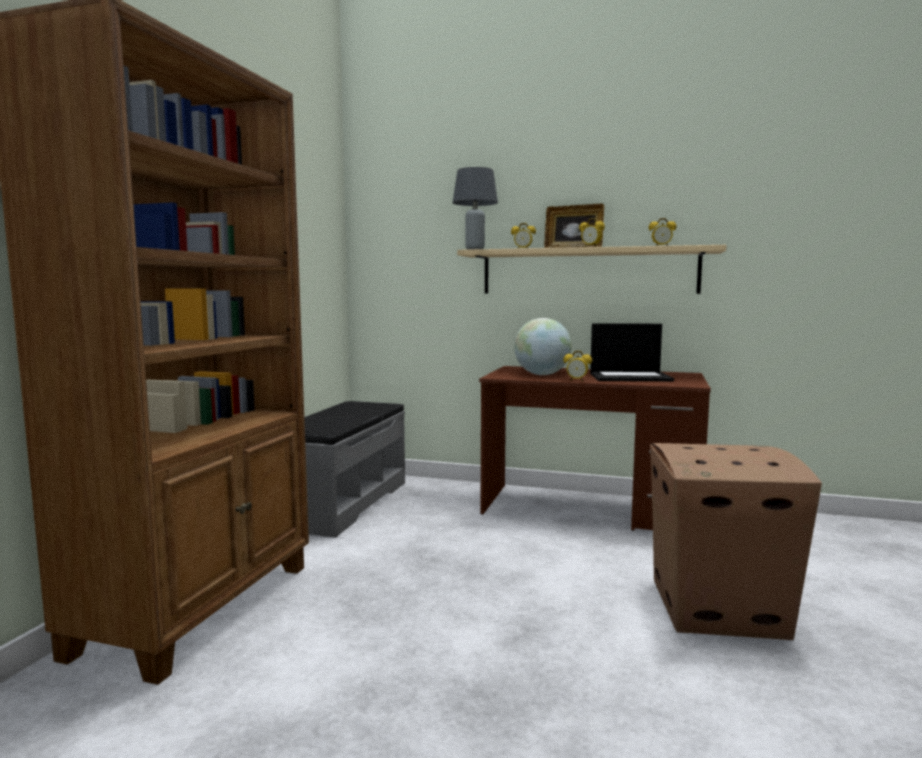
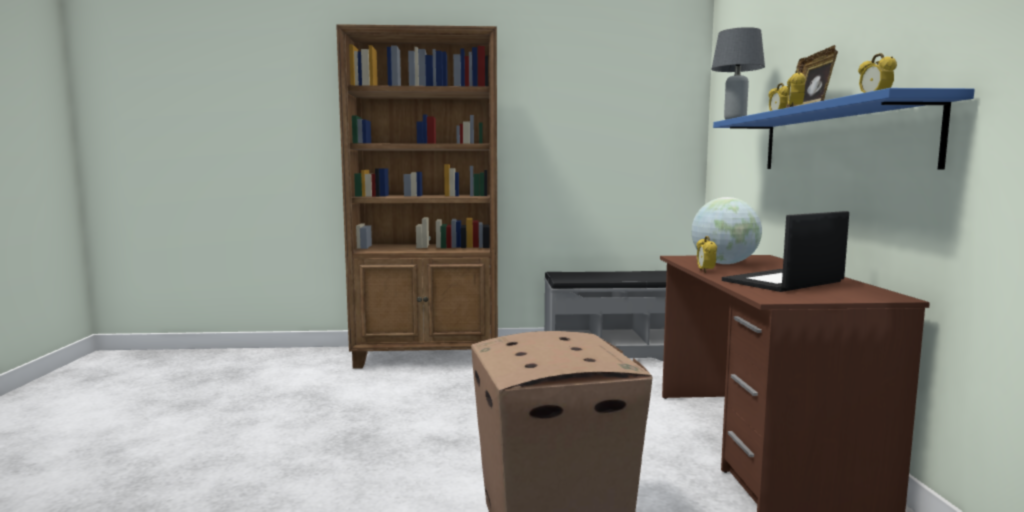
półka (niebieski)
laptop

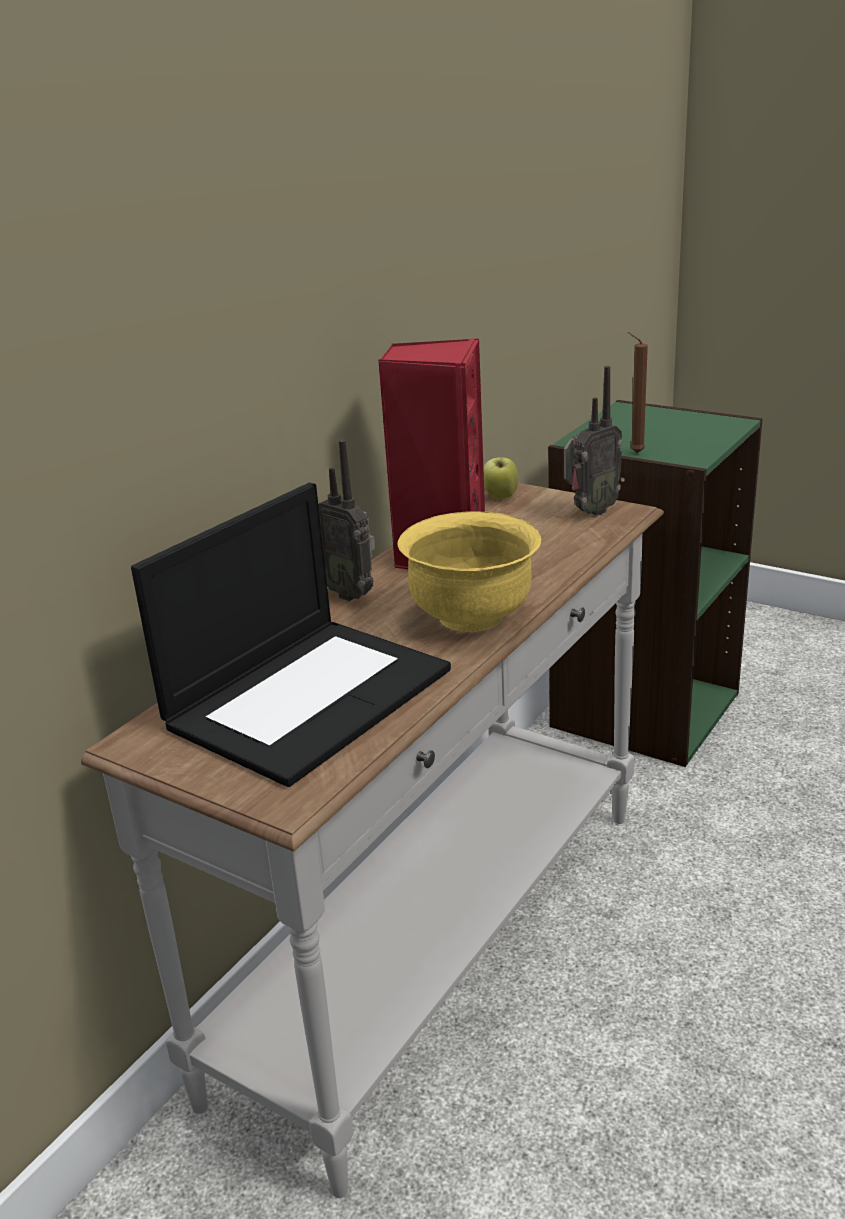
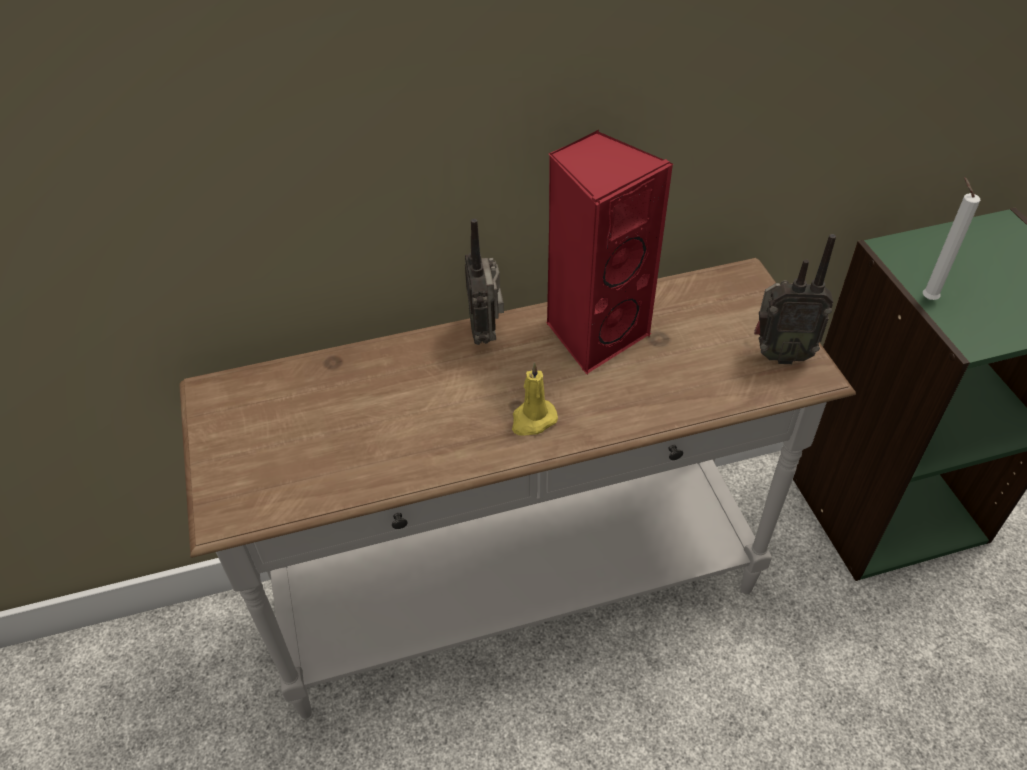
świeca (biały)
jabłko
laptop
świeca (żółty)

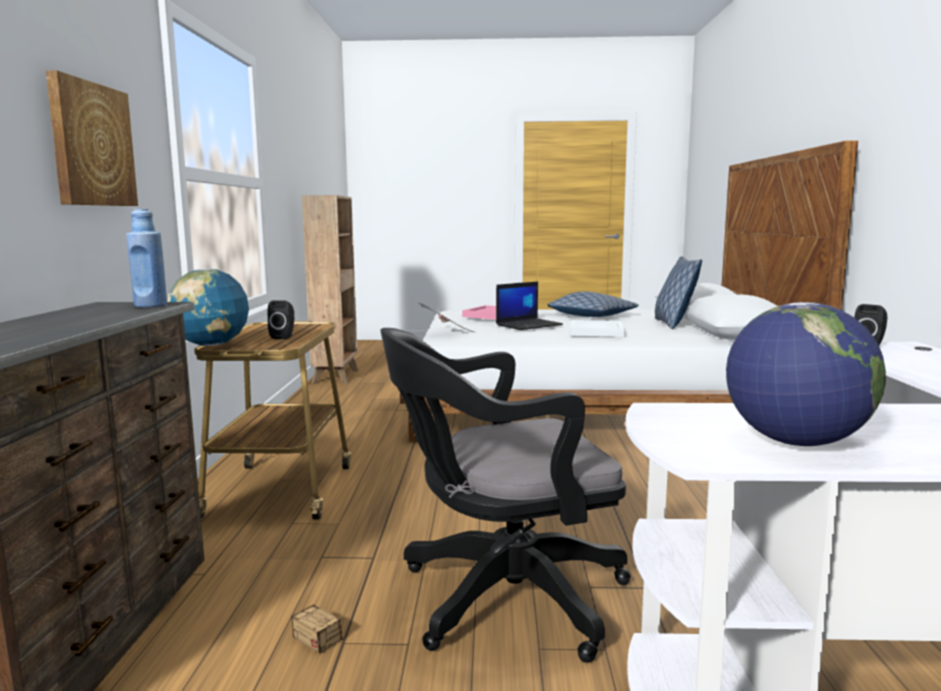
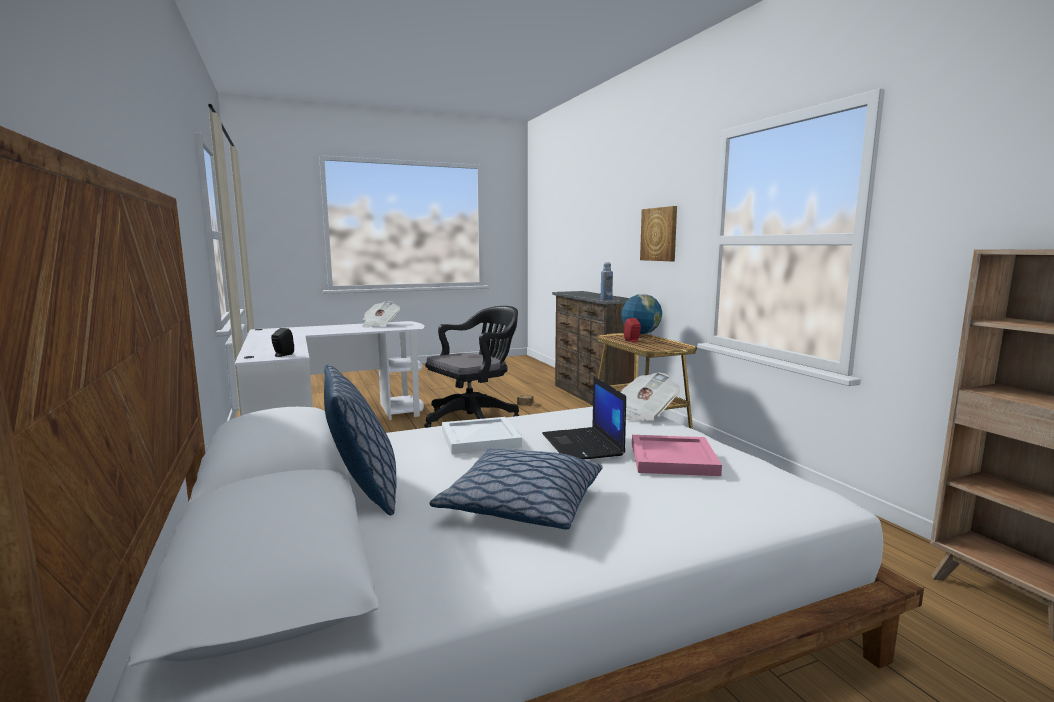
laptop
głośnik (czerwony)
gazeta (1st from left)

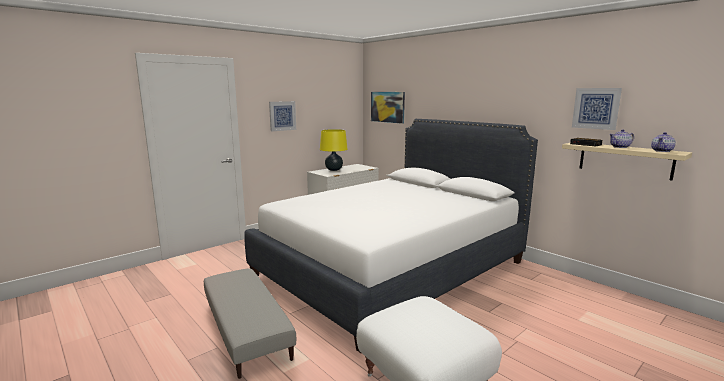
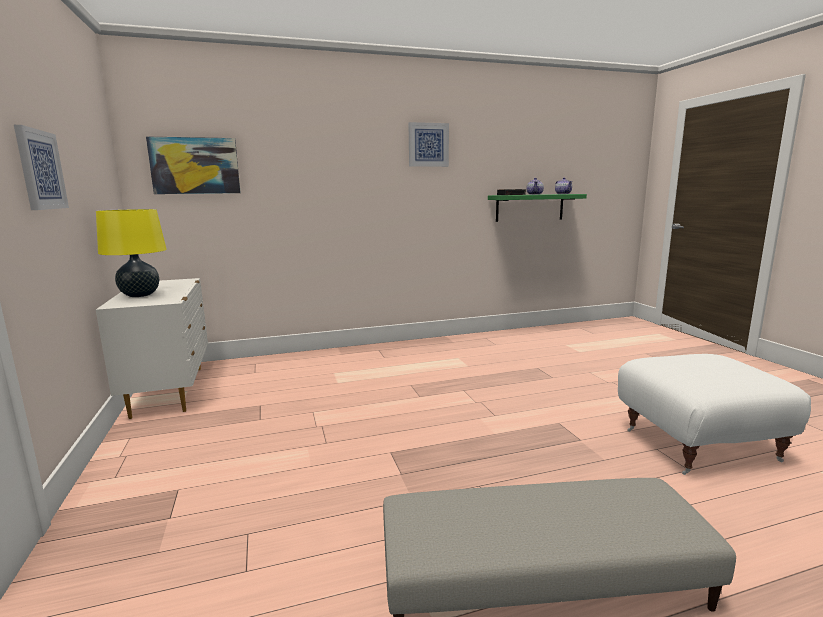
obraz (3rd from left)
łóżko (biały)
półka (zielony)

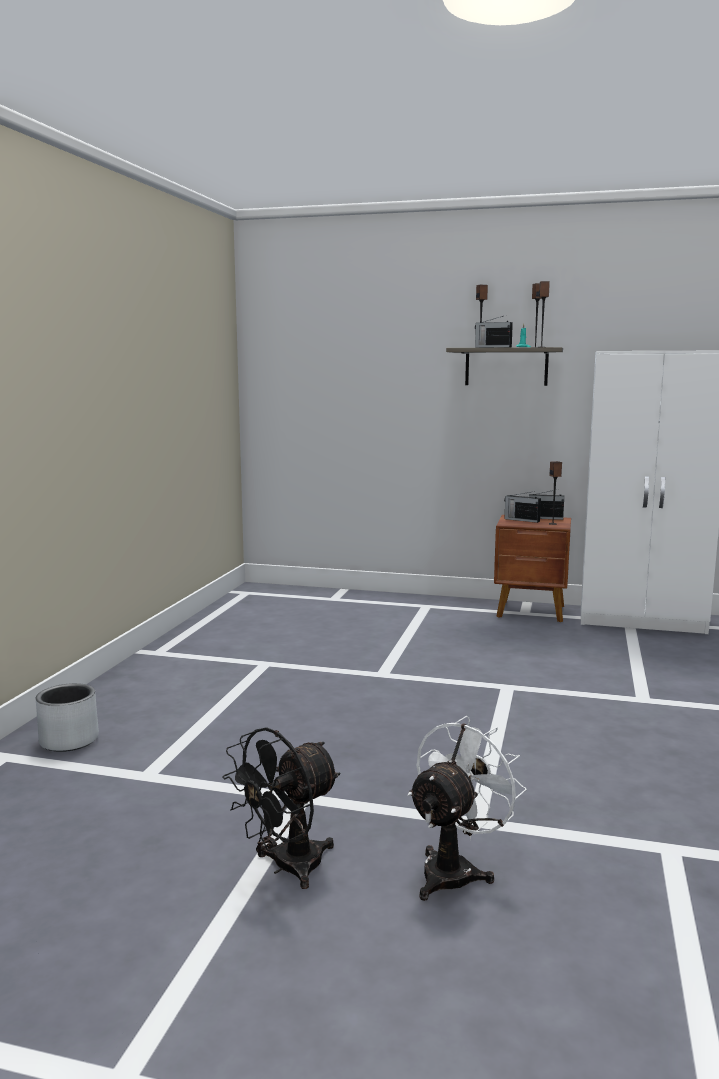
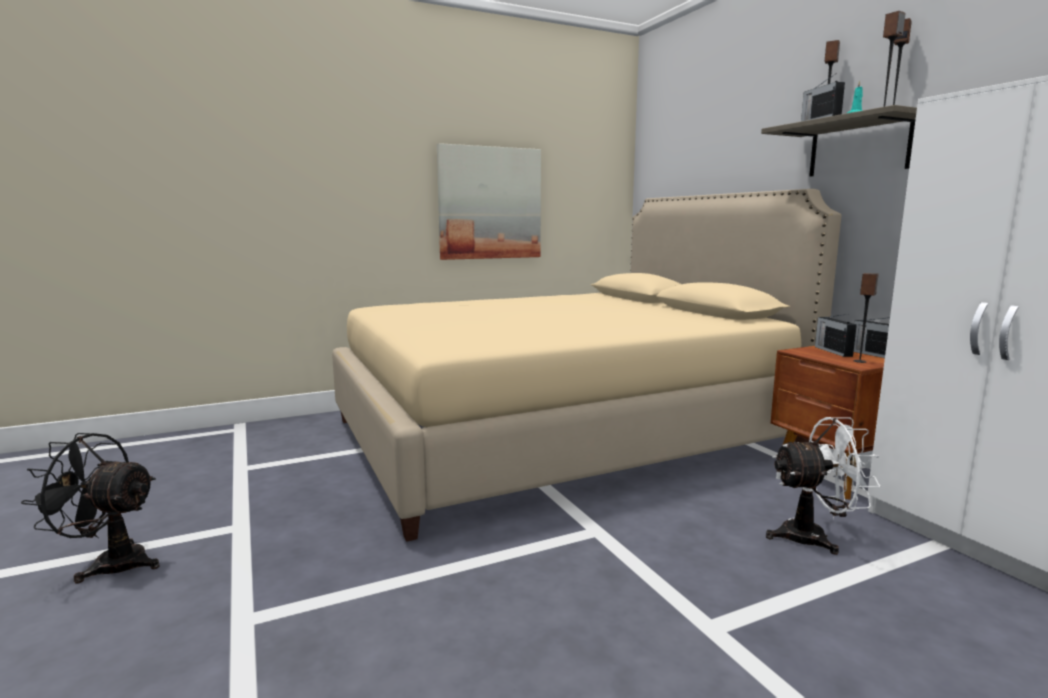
donica (szary)
wentylator (biały)
obraz
łóżko (beżowy)

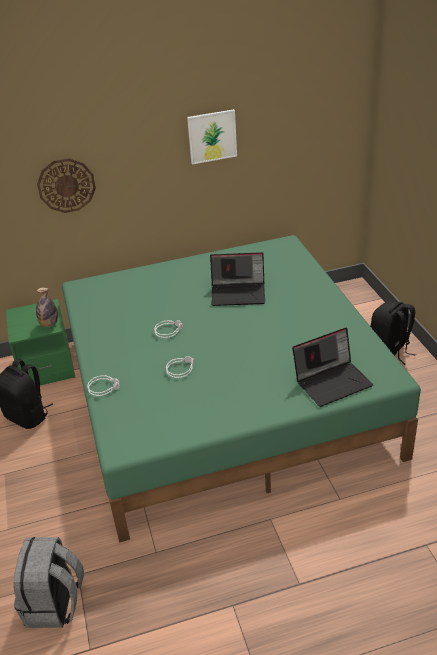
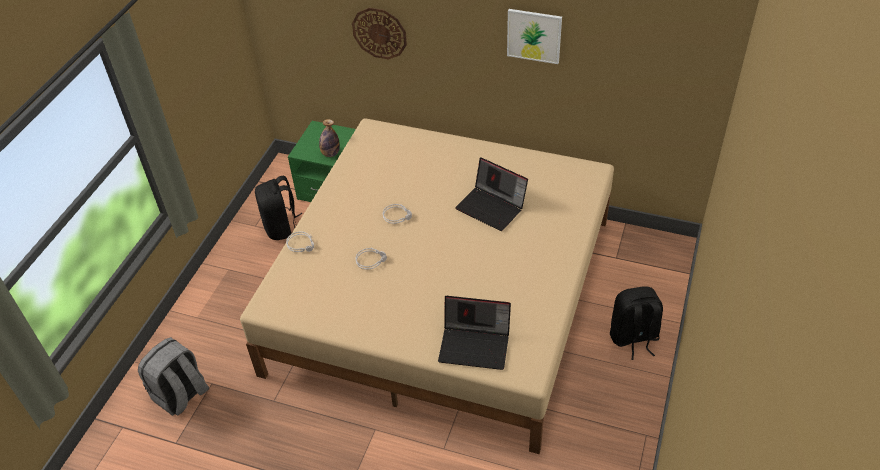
łóżko (beżowy)

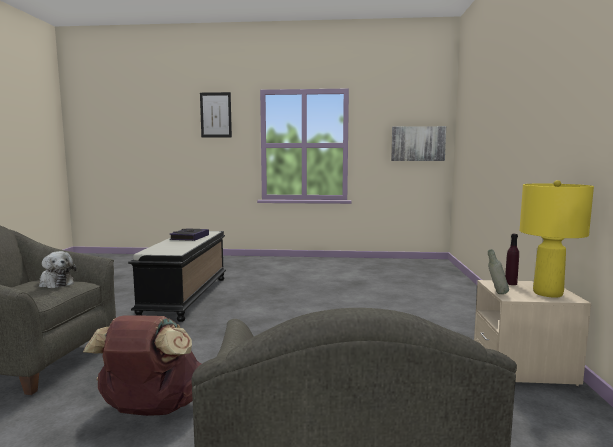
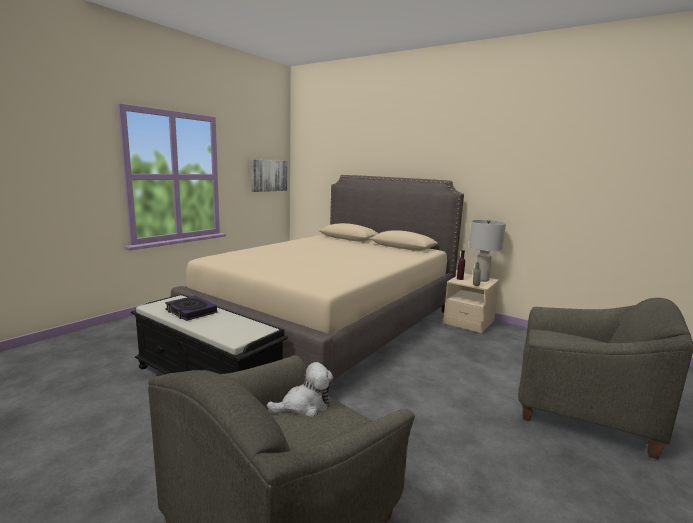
obraz (1st from left in the first image)
lampa stołowa (szary)
plecak (brązowy)
łóżko (beżowy)

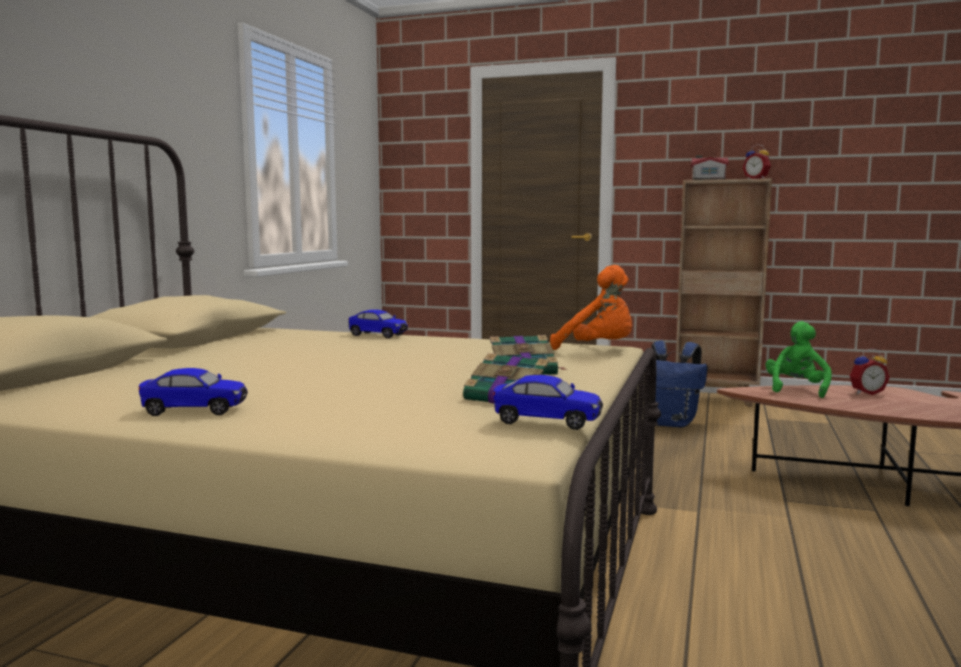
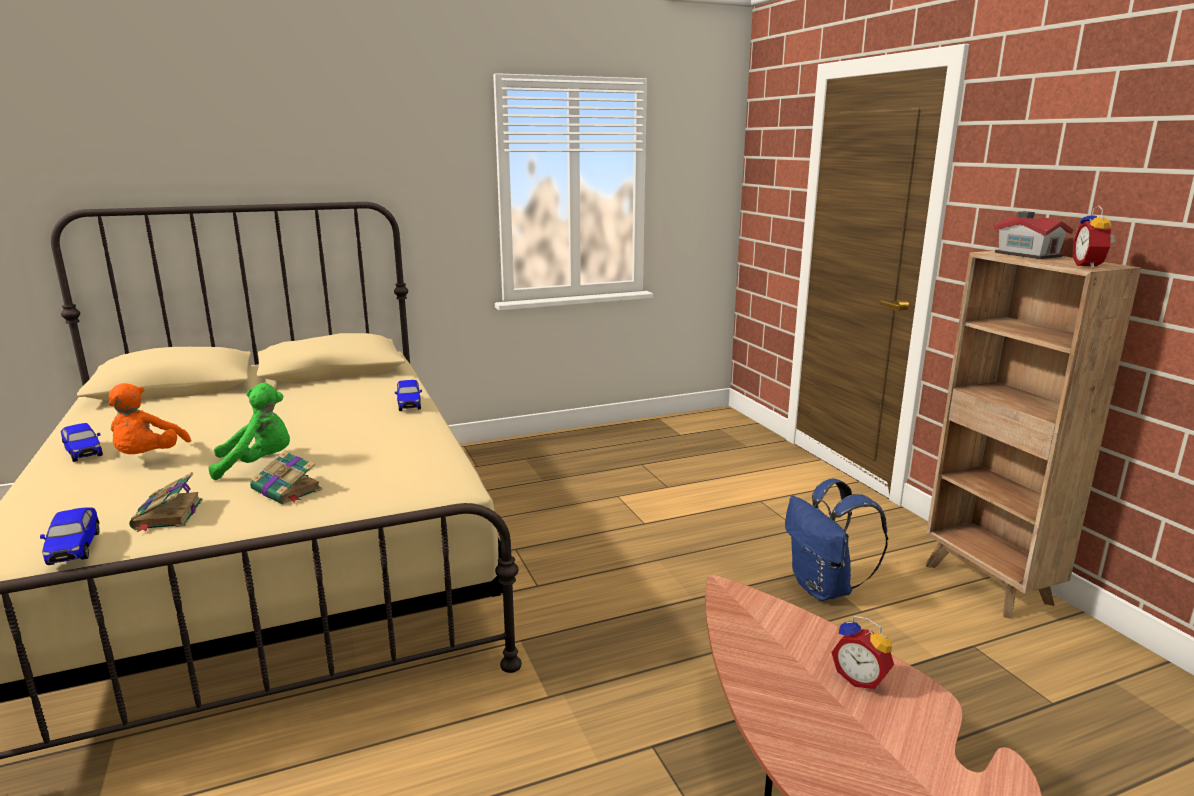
pluszak (pomarańczowy)
pluszak (zielony)

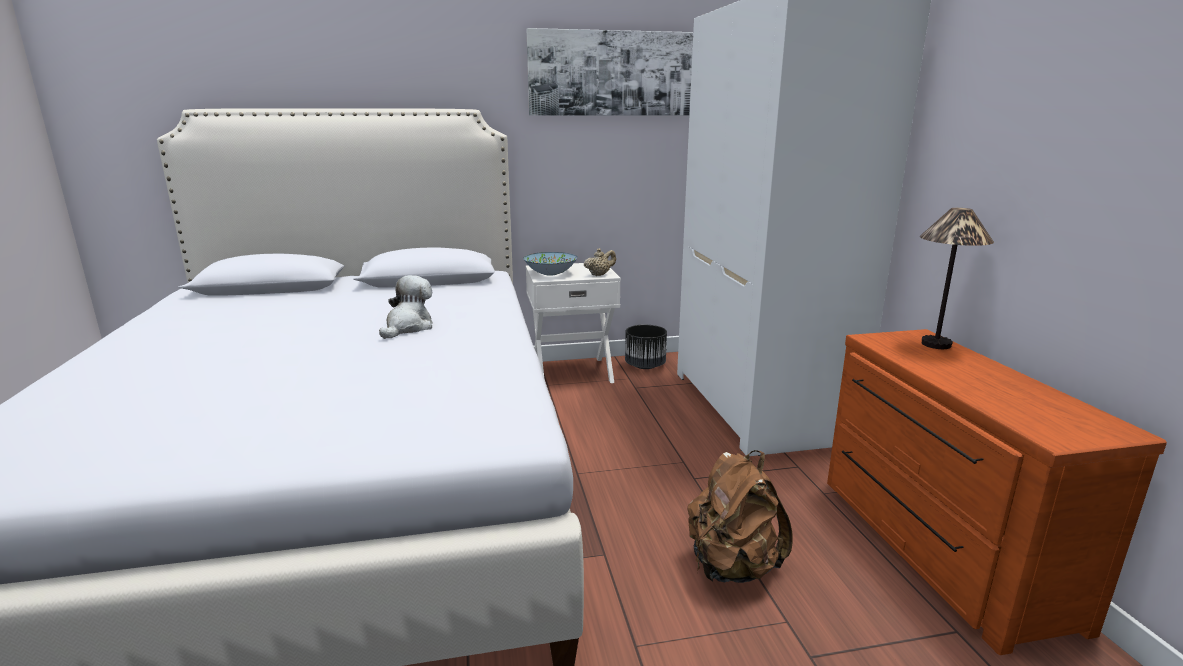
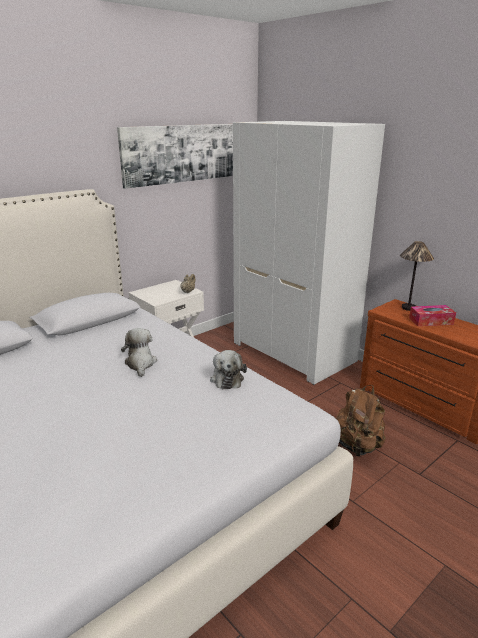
miska
donica (czarny)
pudełko chusteczek
pluszak (2nd from left)

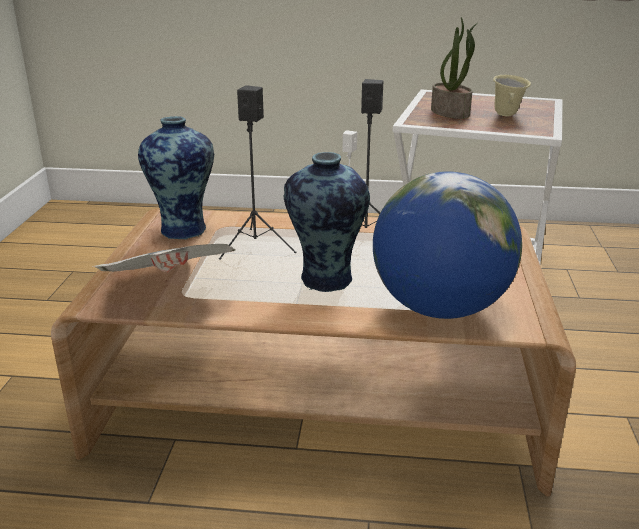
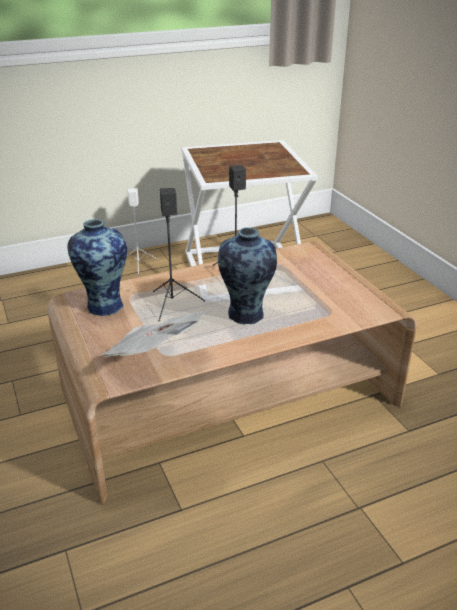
roślina doniczkowa
kubek (beżowy)
globus

